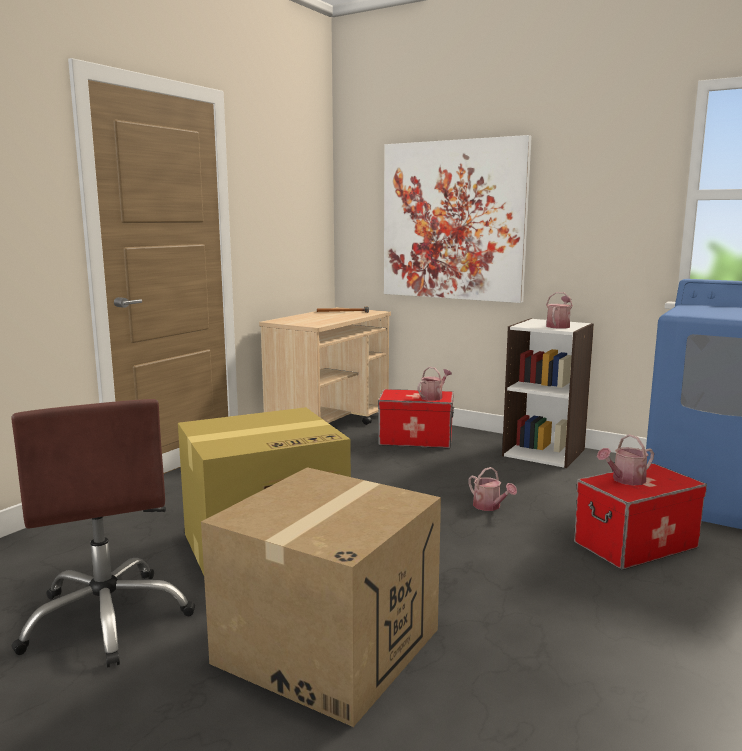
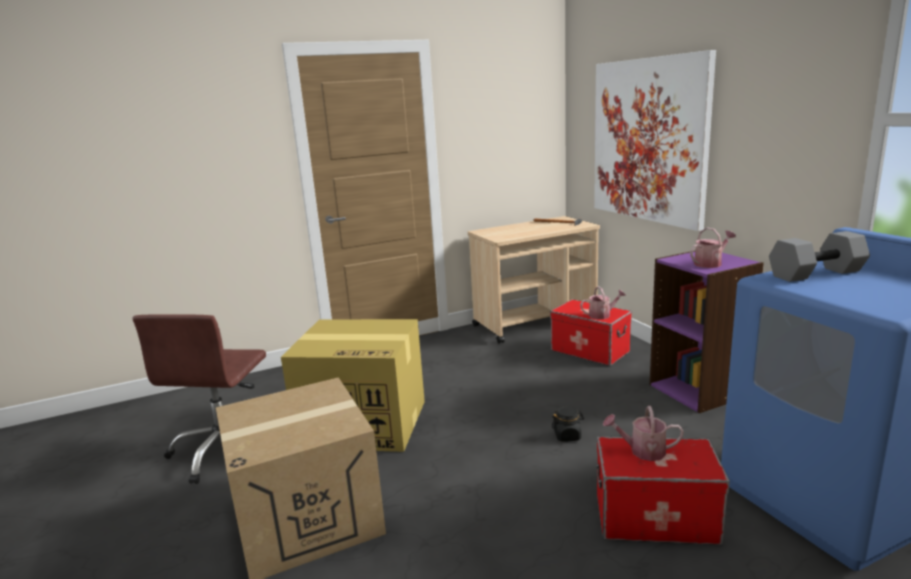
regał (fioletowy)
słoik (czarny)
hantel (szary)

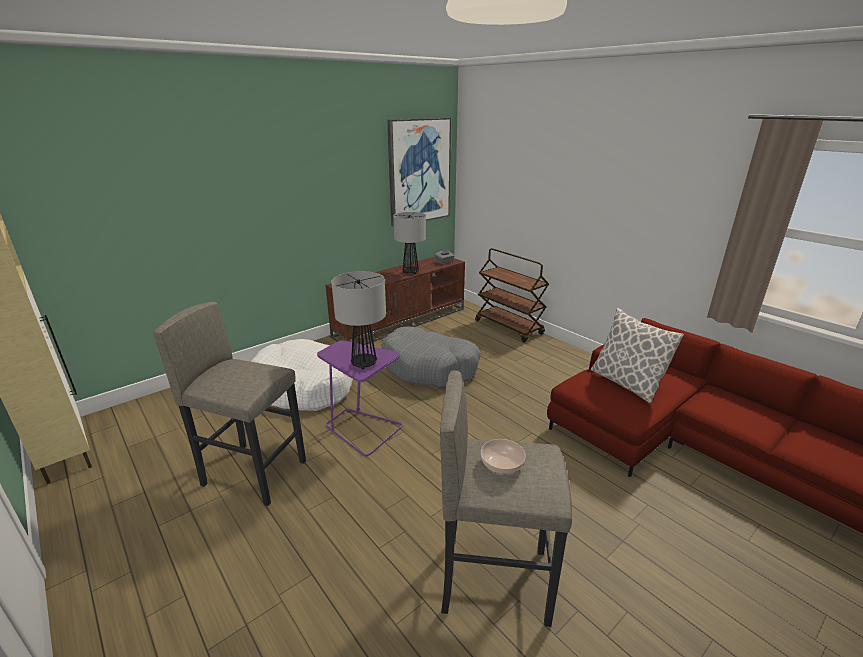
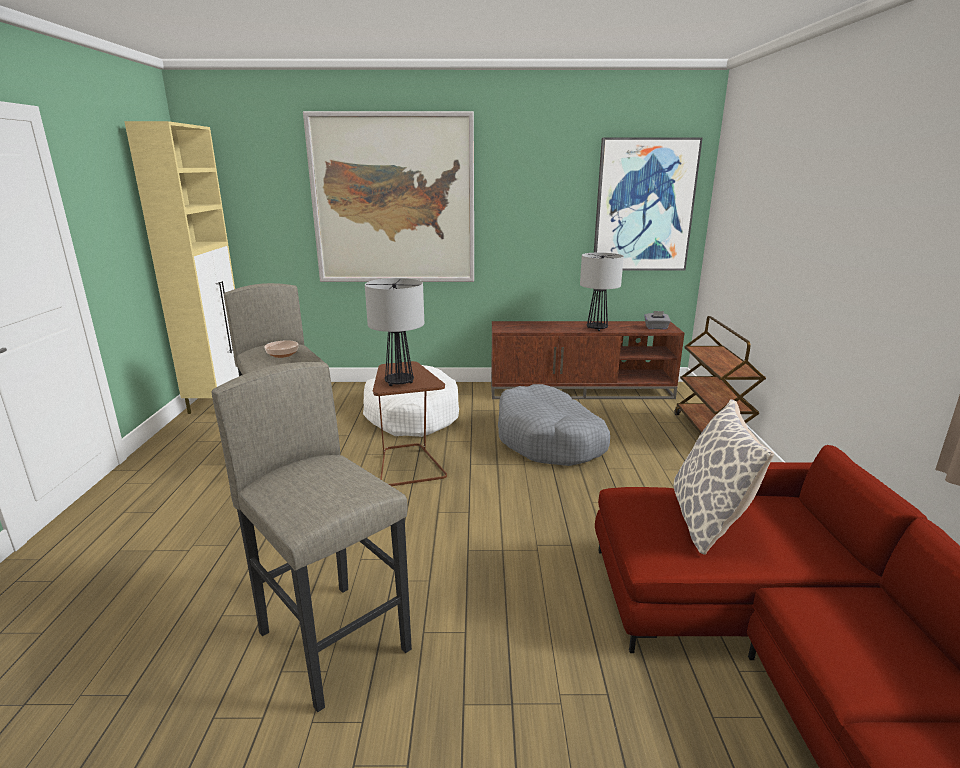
stolik (brązowy)
miska
obraz (1st from left)

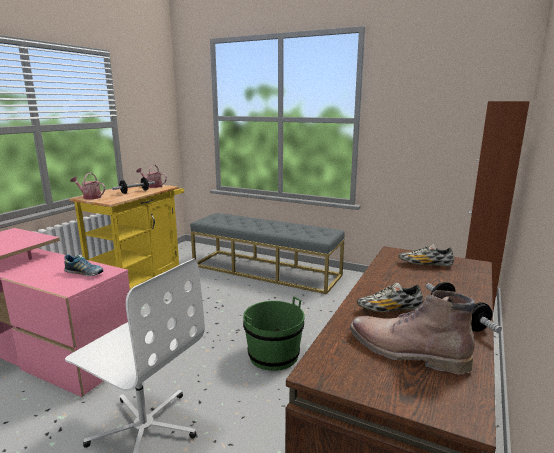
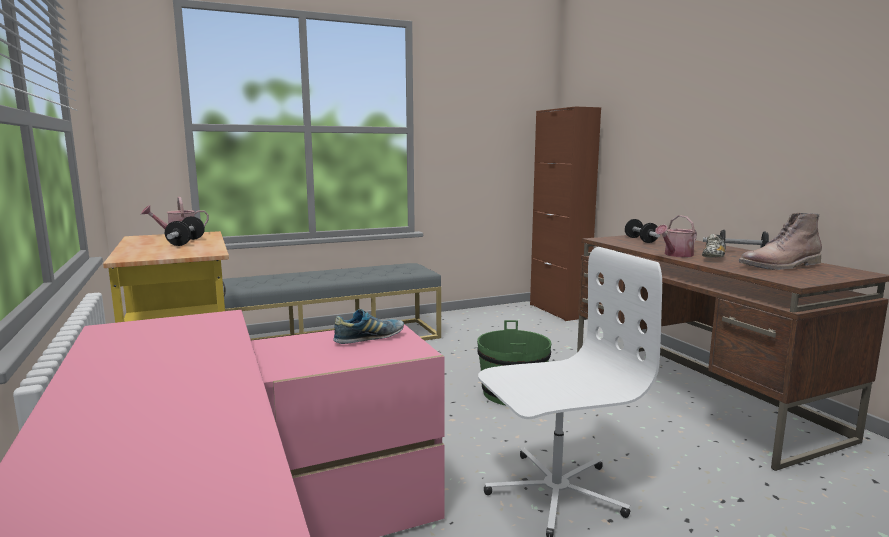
konewka (2nd from left)
hantel (2nd from left)

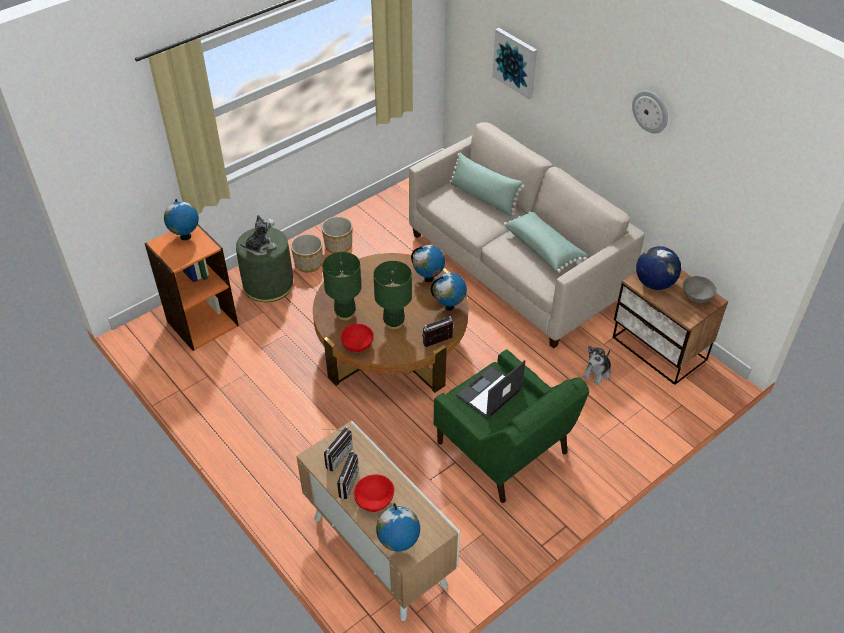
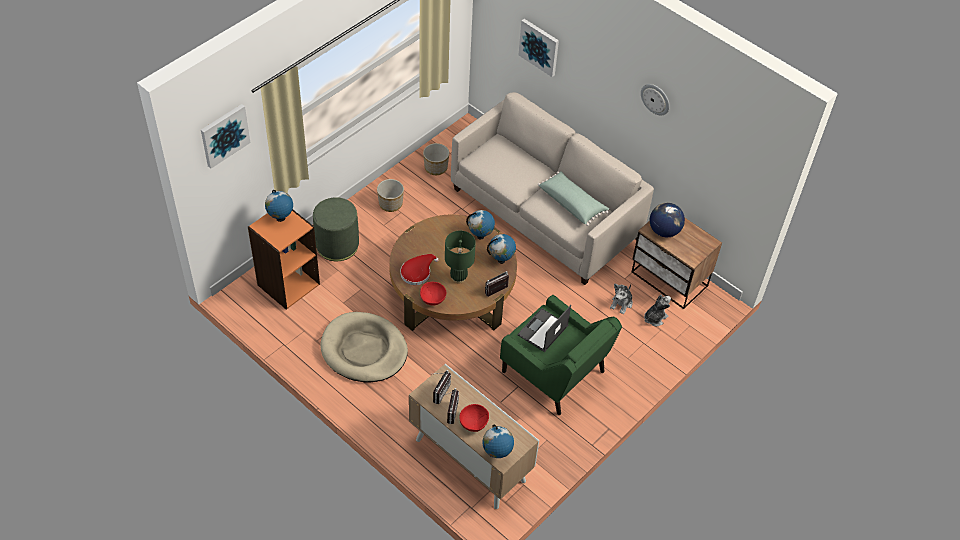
poduszka (zielony) (1st from left in the first image)
pluszak (2nd from left)
donica (2nd from left)
kapelusz (czerwony)
miska (szary)
obraz (1st from left)
legowisko (beżowy)

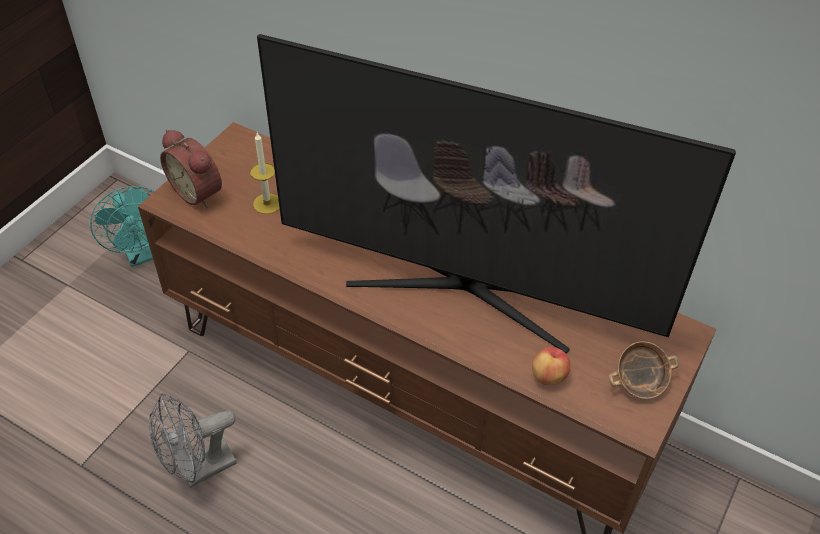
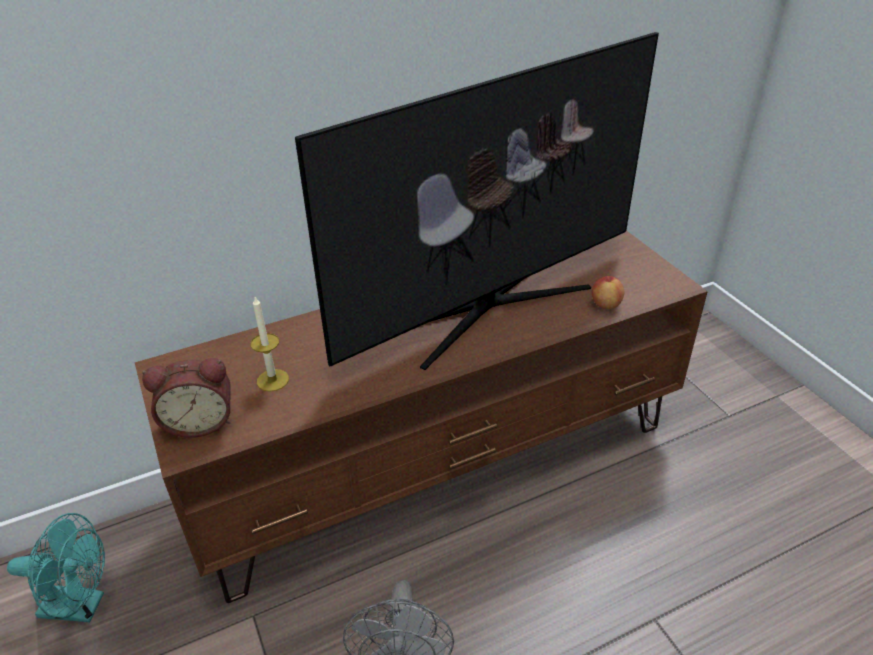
miska

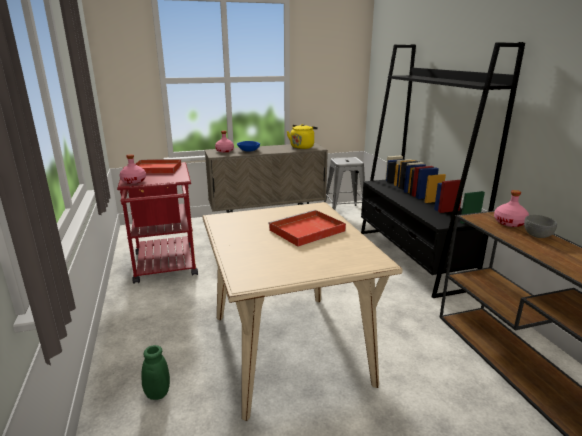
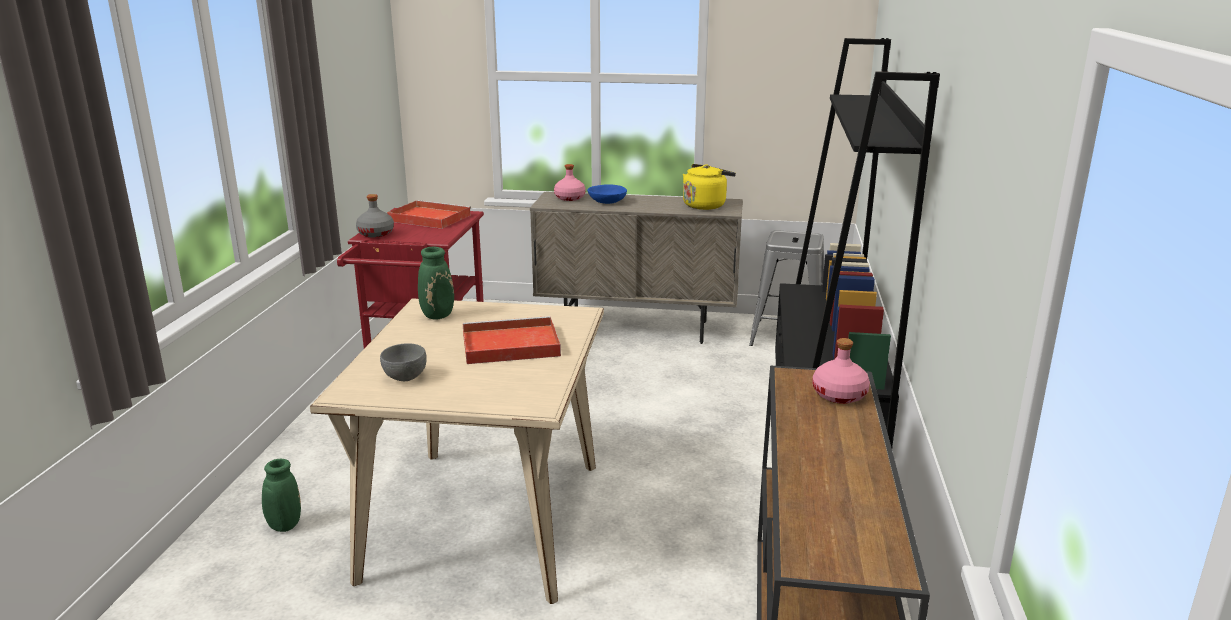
butelka (szary)
miska (szary)
wazon (zielony) (2nd from left)

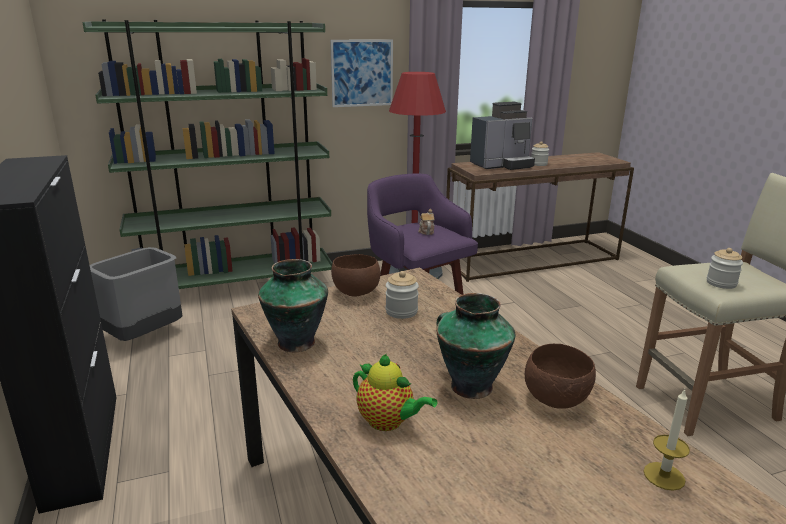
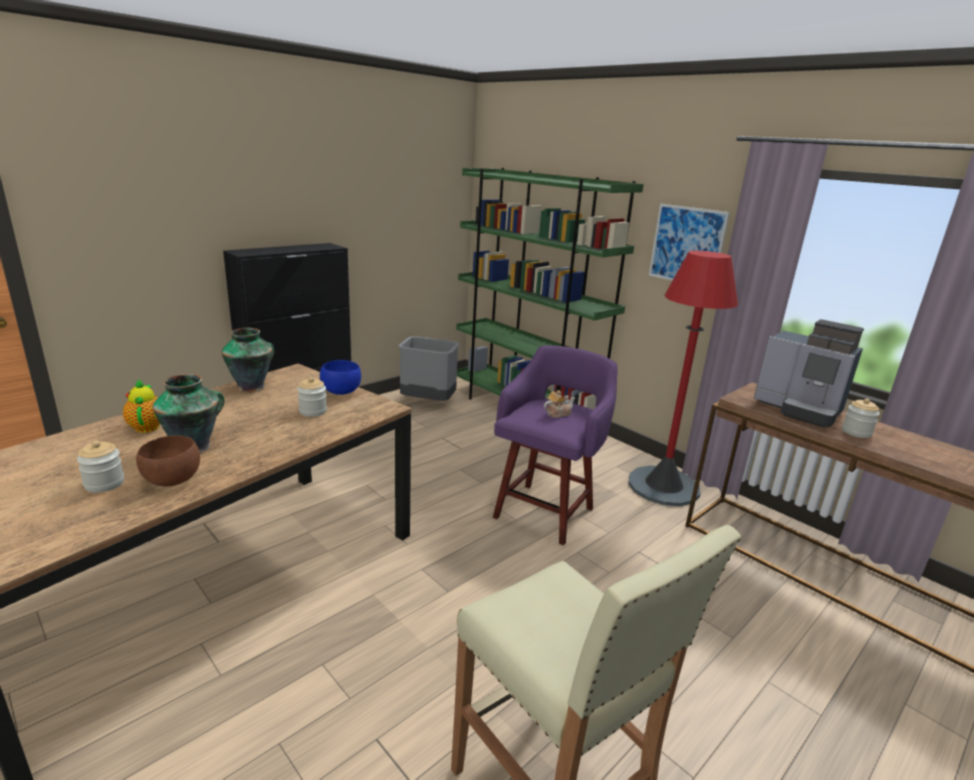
słoik (1st from left)
miska (niebieski)
imbryk (1st from left)
świeca

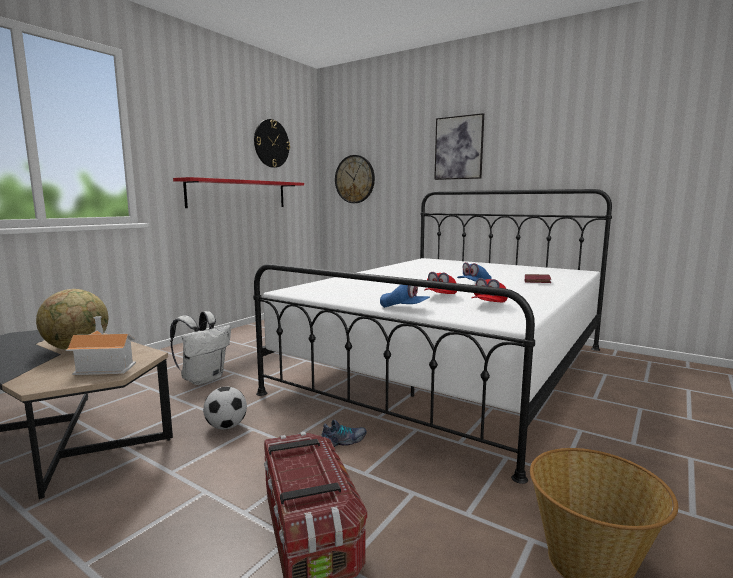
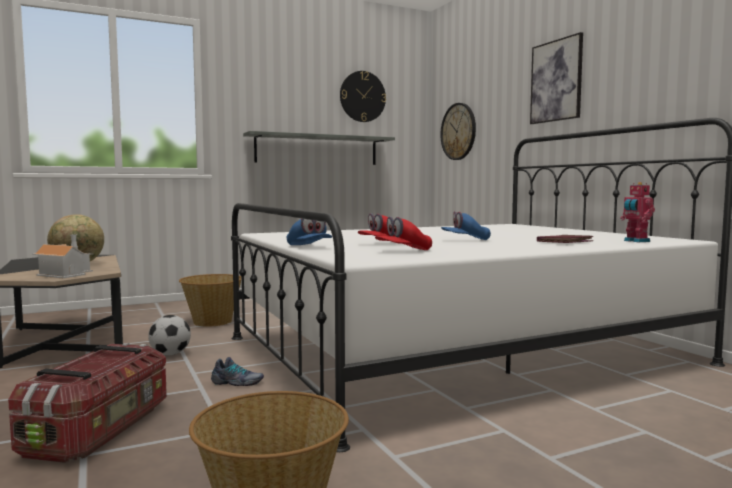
półka (szary)
koszyk (1st from left)
robot zabawkowy

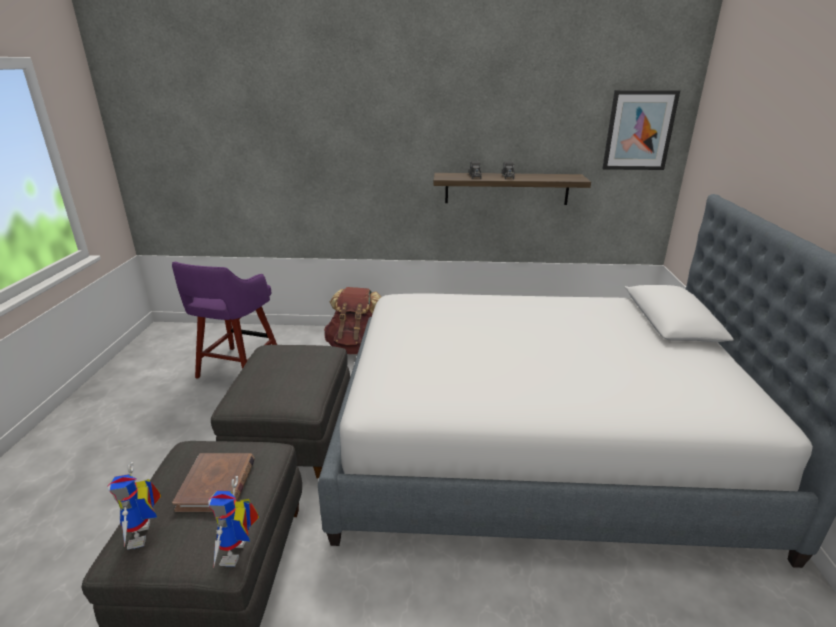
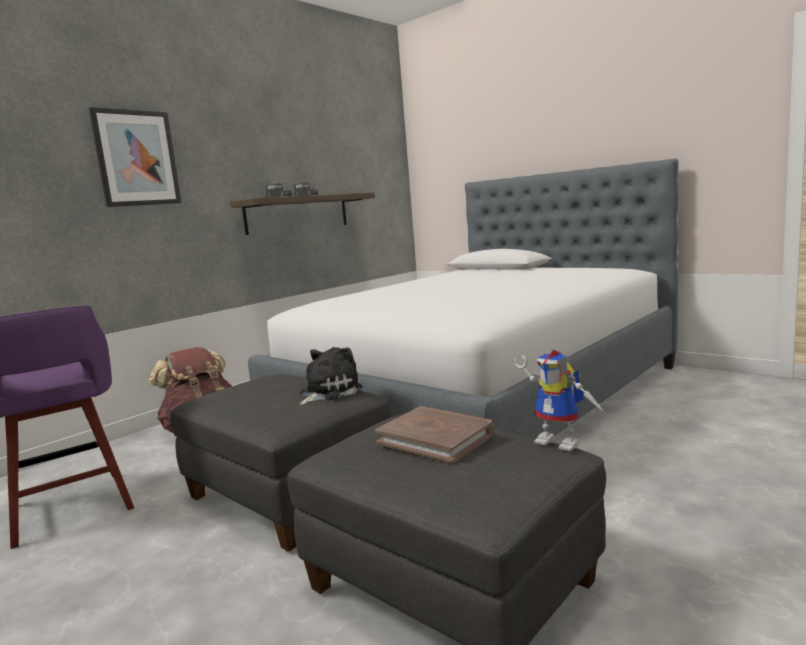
obraz
robot zabawkowy (1st from left in the first image)
pluszak

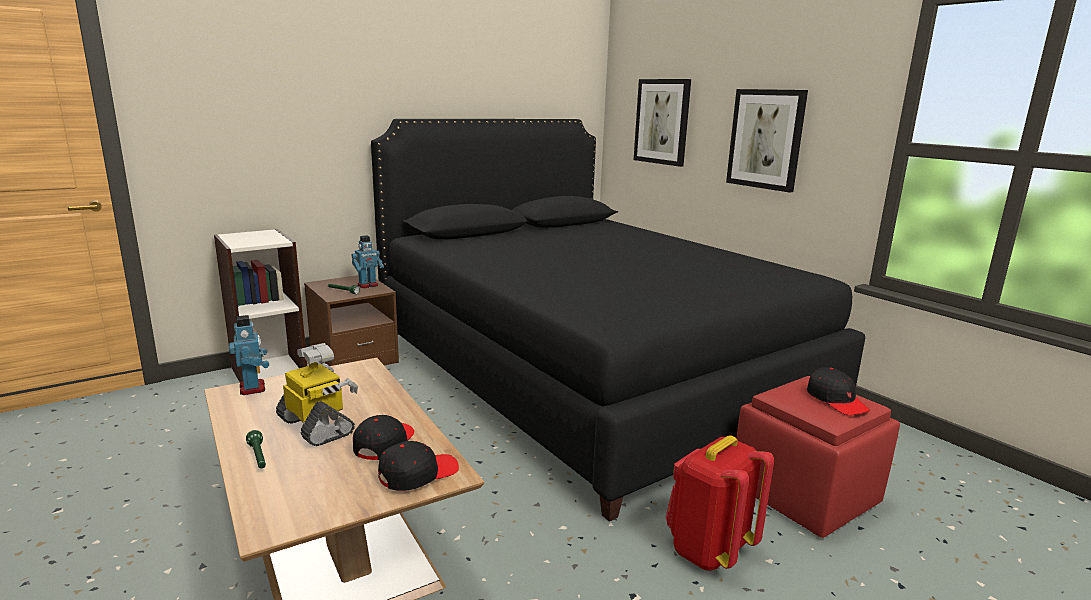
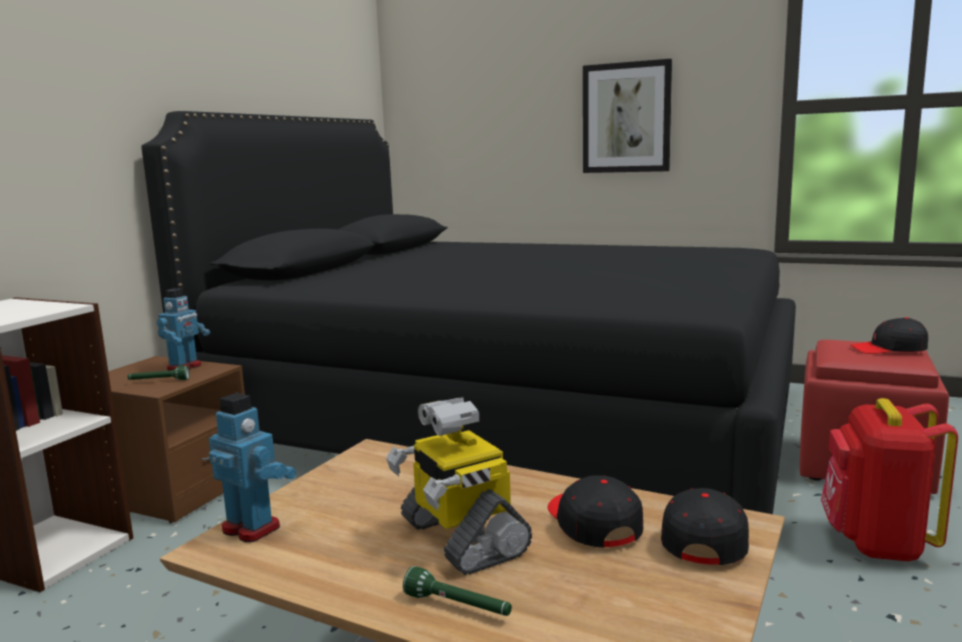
obraz (1st from left in the first image)
robot zabawkowy (3rd from left)
czapka z daszkiem (czarny) (3rd from left)

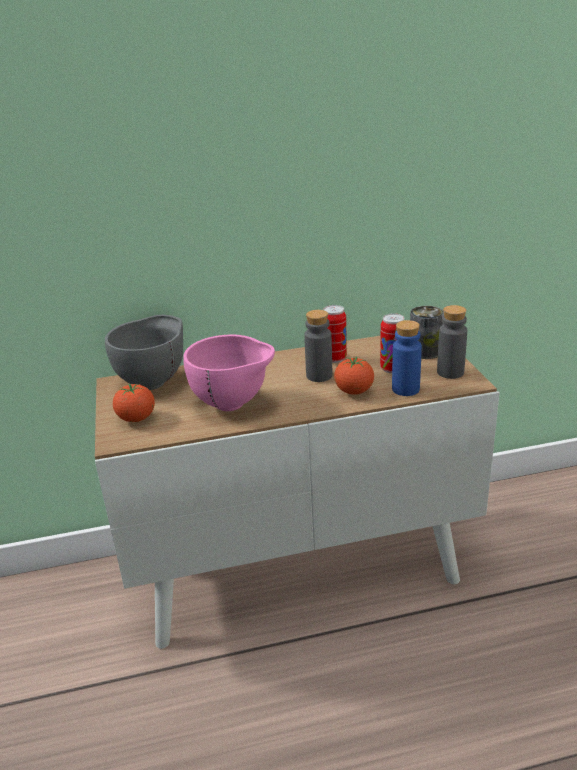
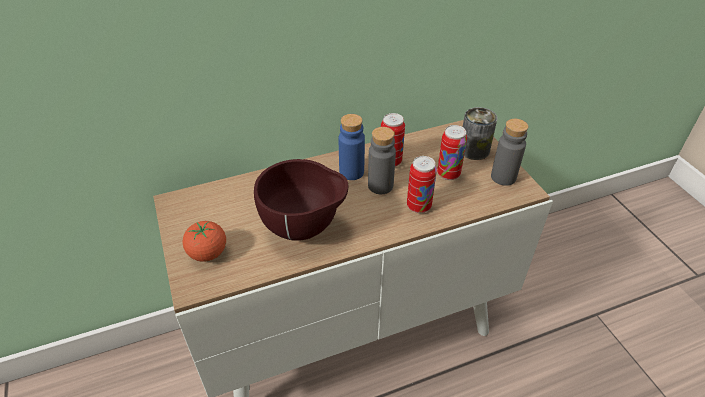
miska (szary)
butelka (niebieski)
miska (brązowy)
puszka (2nd from left)

